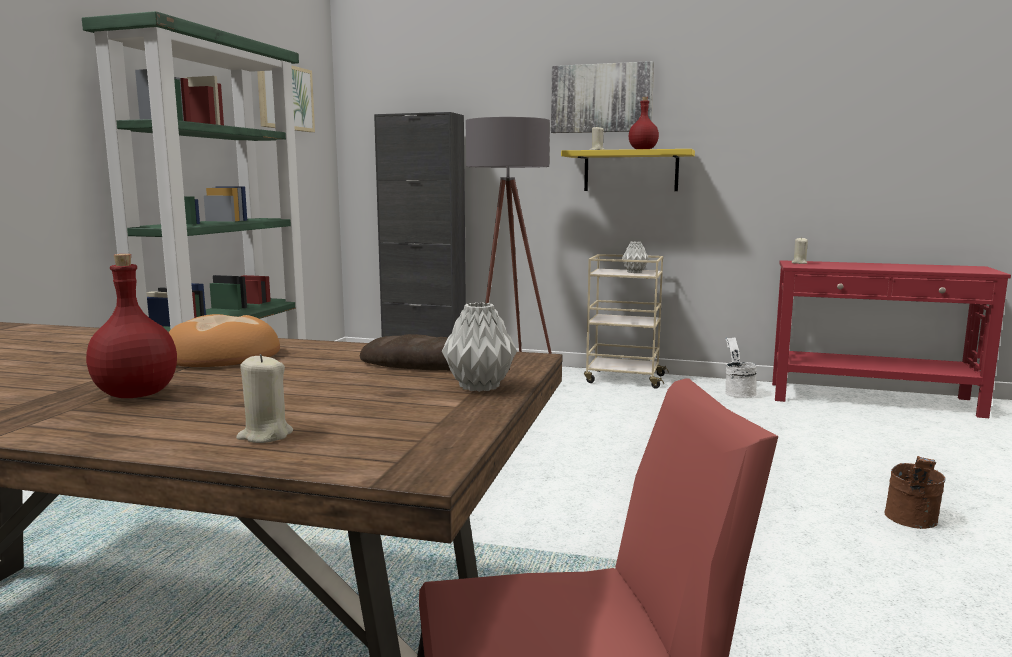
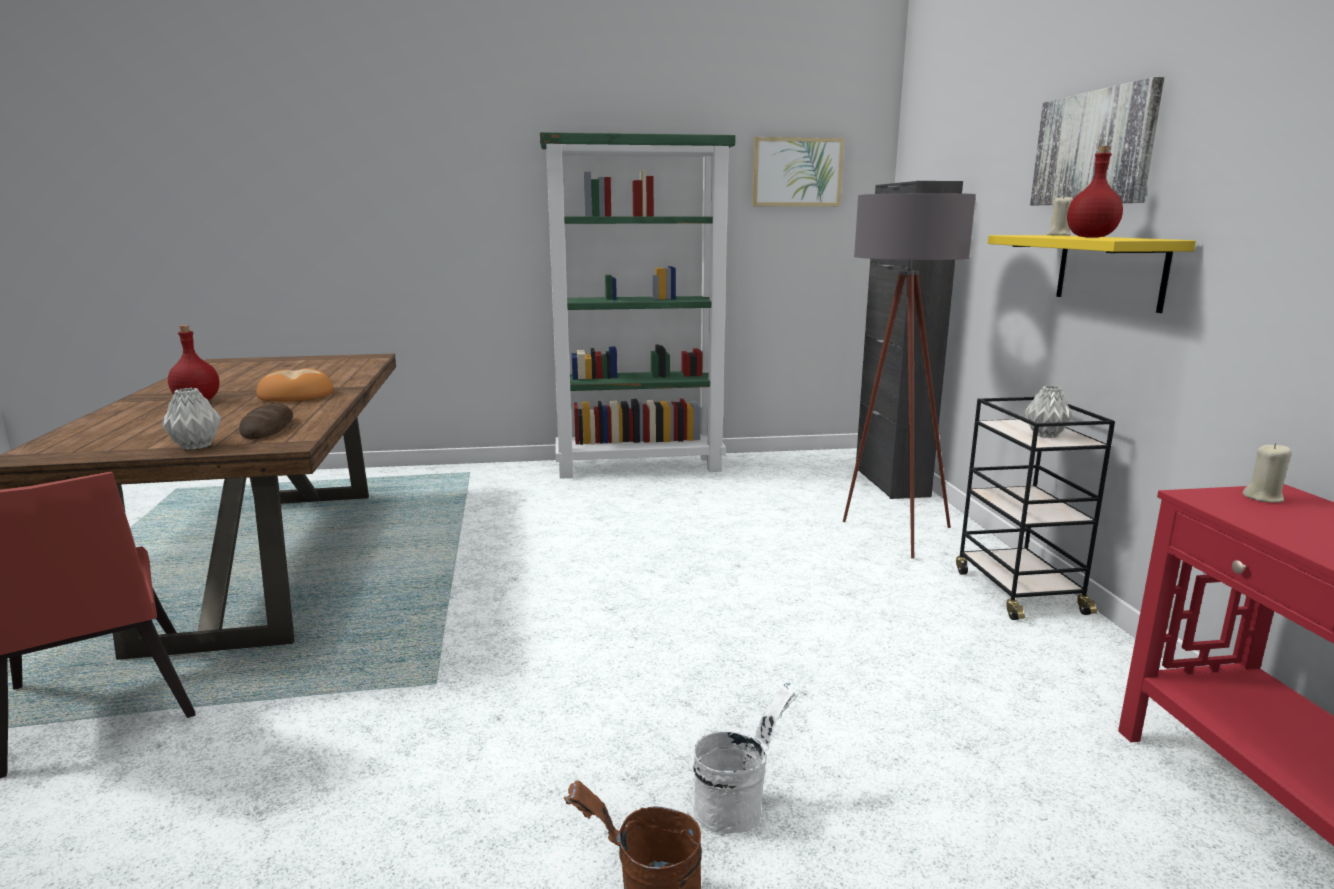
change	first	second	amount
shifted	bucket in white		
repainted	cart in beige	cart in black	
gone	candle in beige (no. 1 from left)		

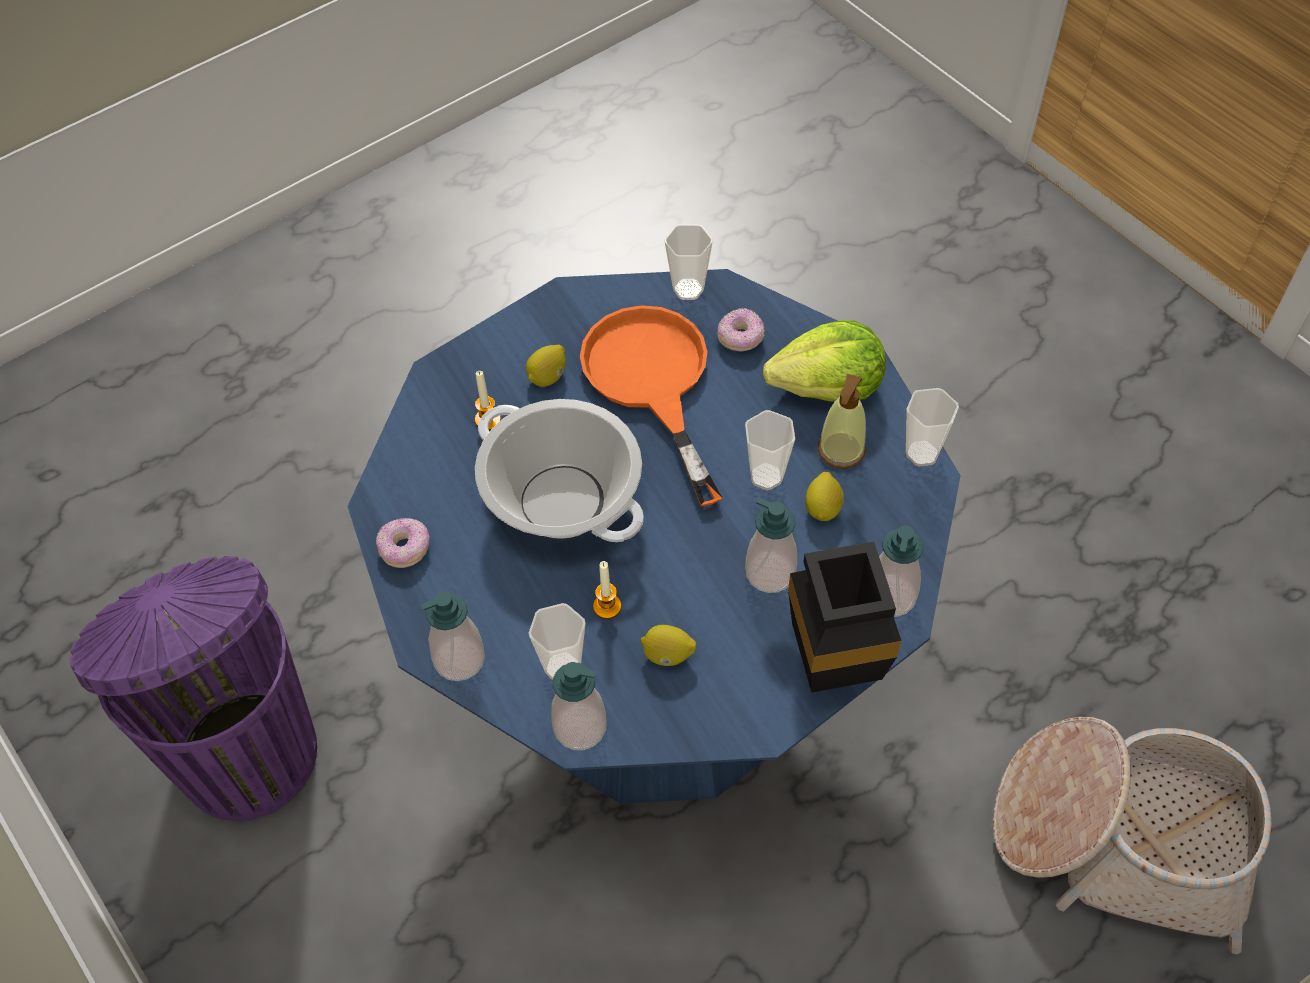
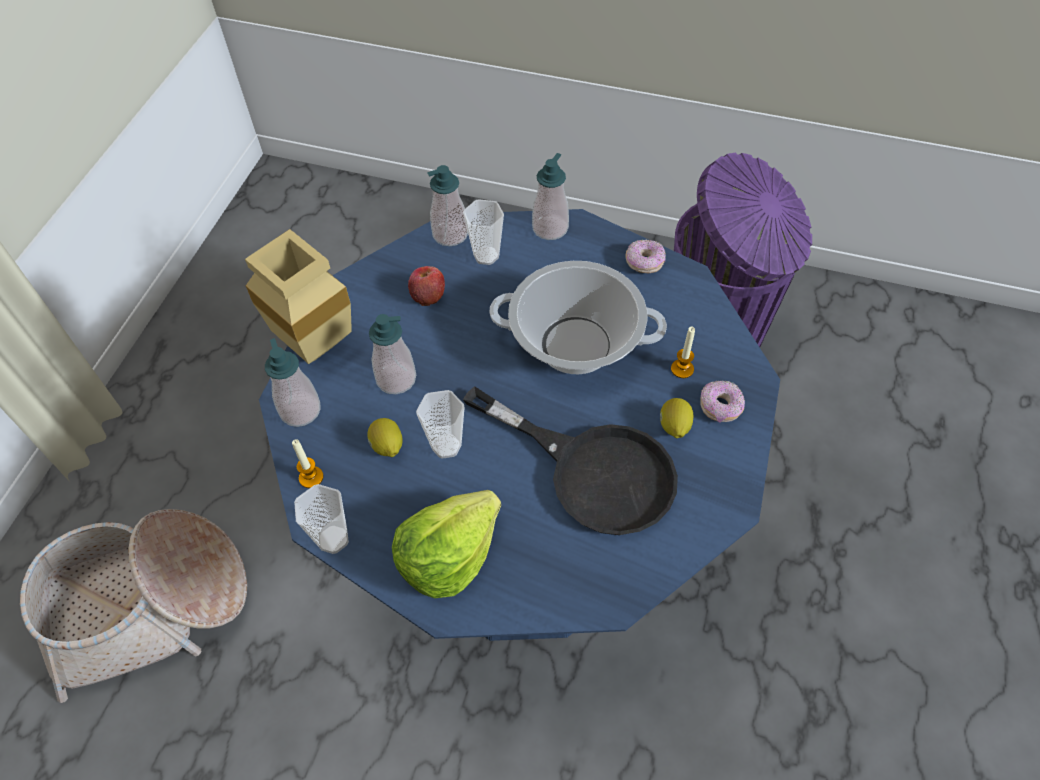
change	first	second	amount
repainted	vase in black	vase in beige	
shifted	candle (no. 2 from left in the first image)	candle (no. 1 from left)	
swapped	lemon (no. 2 from left)	apple	
repainted	frying pan in orange	frying pan in black	
shifted	donut (no. 2 from left)		
gone	cup (no. 2 from left)		
gone	soap dispenser (no. 4 from left)		

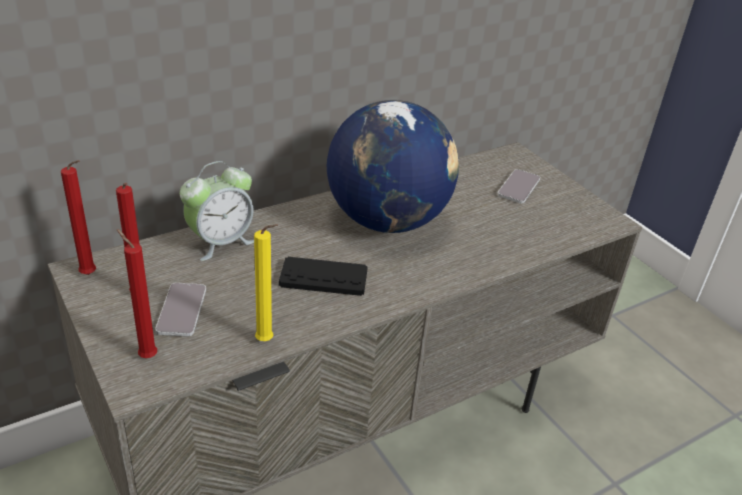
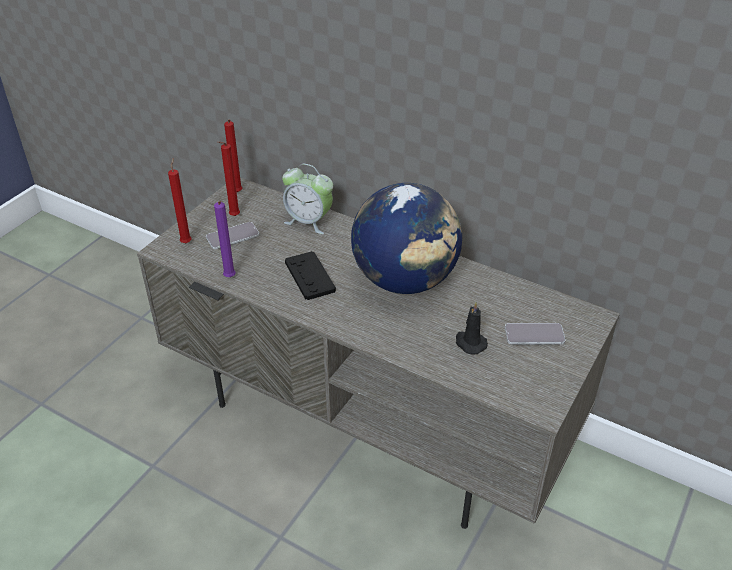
change	first	second	amount
repainted	candle in yellow	candle in purple	
new		candle in black	

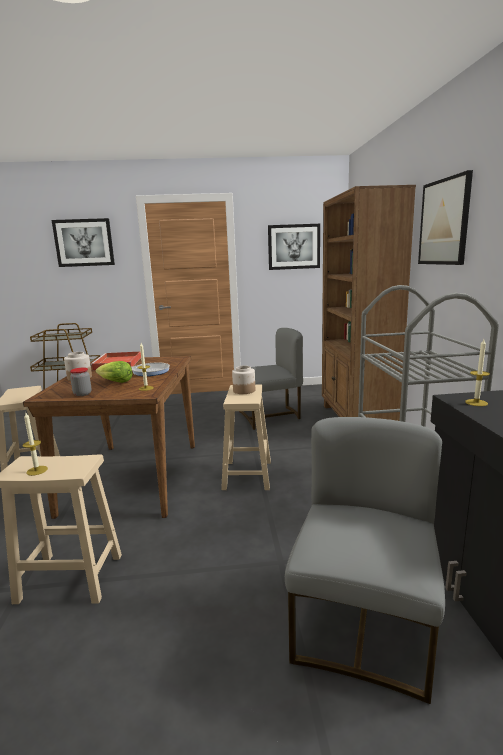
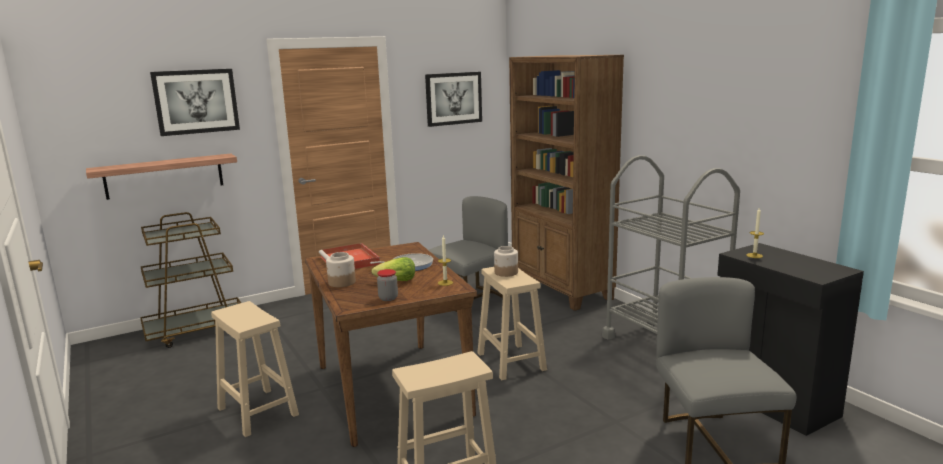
change	first	second	amount
new		shelf	
gone	candle (no. 1 from left)		
gone	picture (no. 3 from left)		

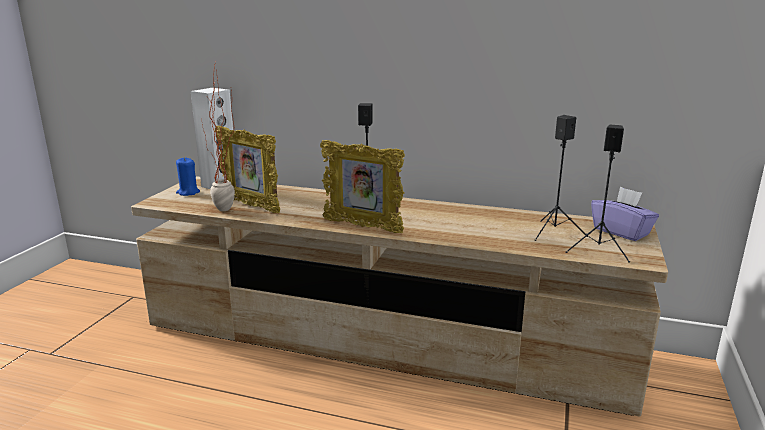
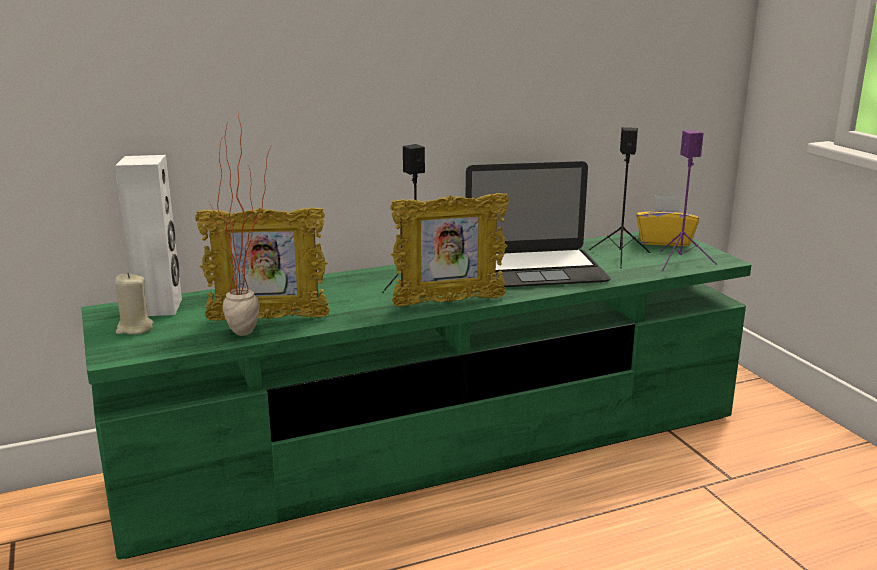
change	first	second	amount
repainted	tv stand in beige	tv stand in green	
repainted	candle in blue	candle in beige	
new		laptop	
repainted	tissue box in purple	tissue box in yellow	
repainted	speaker in black (no. 3 from left)	speaker in purple	

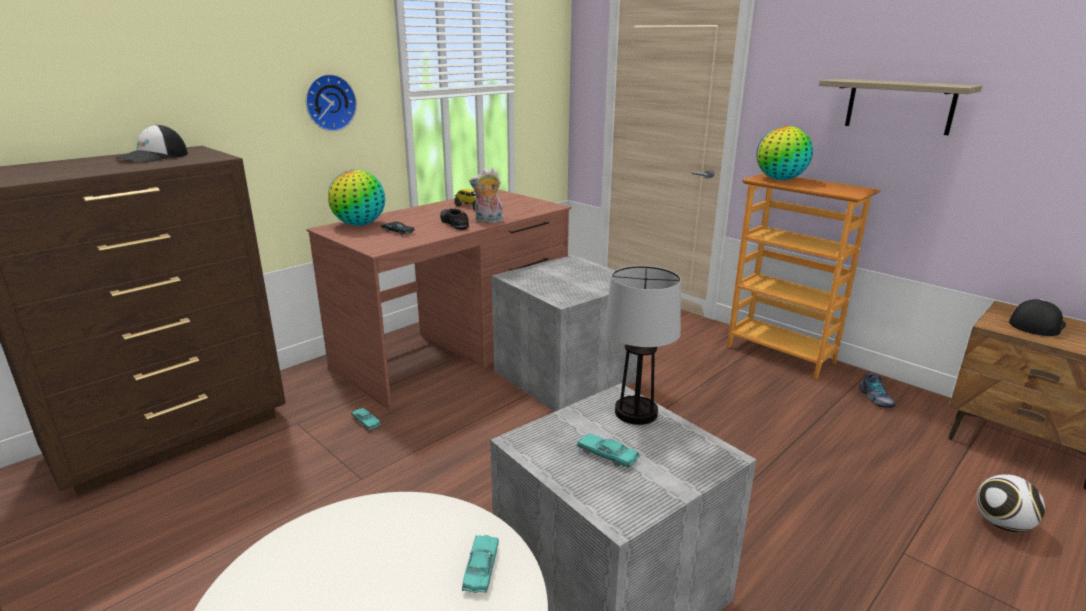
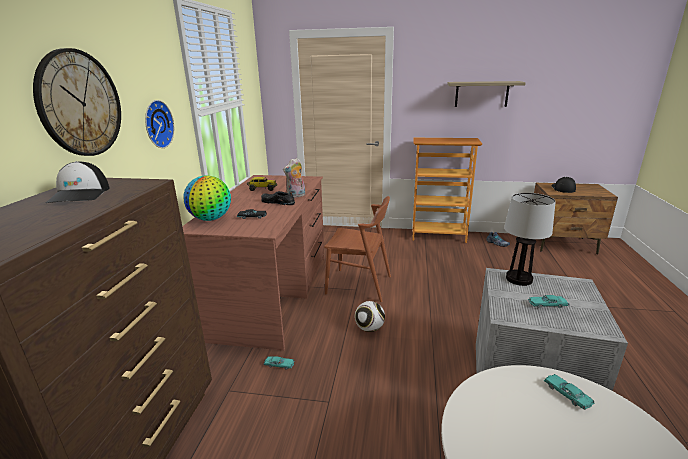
change	first	second	amount
new		wall clock (no. 1 from left)	
swapped	storage box in grey (no. 1 from left)	chair in brown	
shifted	football		
gone	globe (no. 2 from left)		

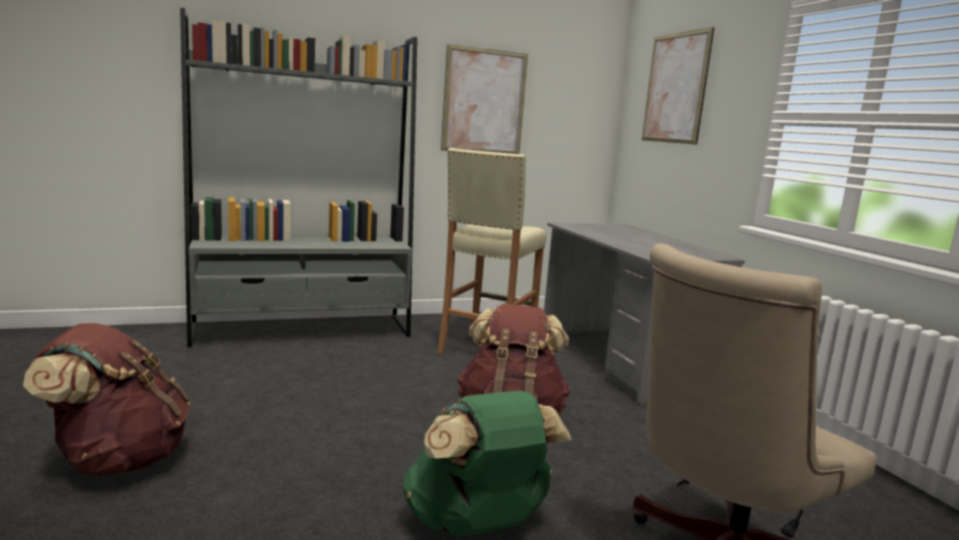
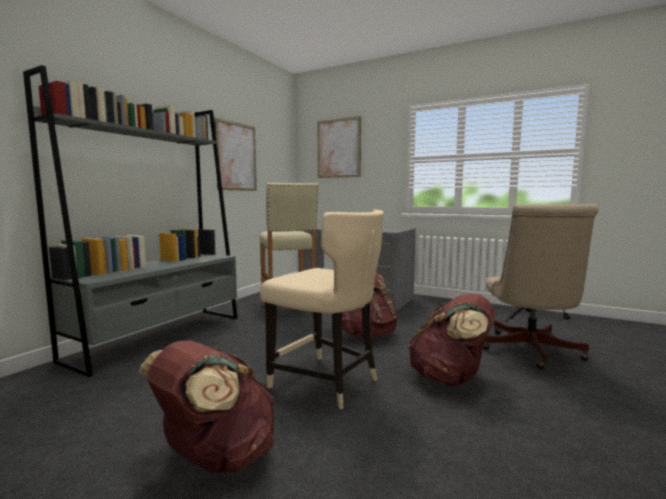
change	first	second	amount
new		chair in beige	
repainted	backpack in green	backpack in brown (no. 3 from left)	

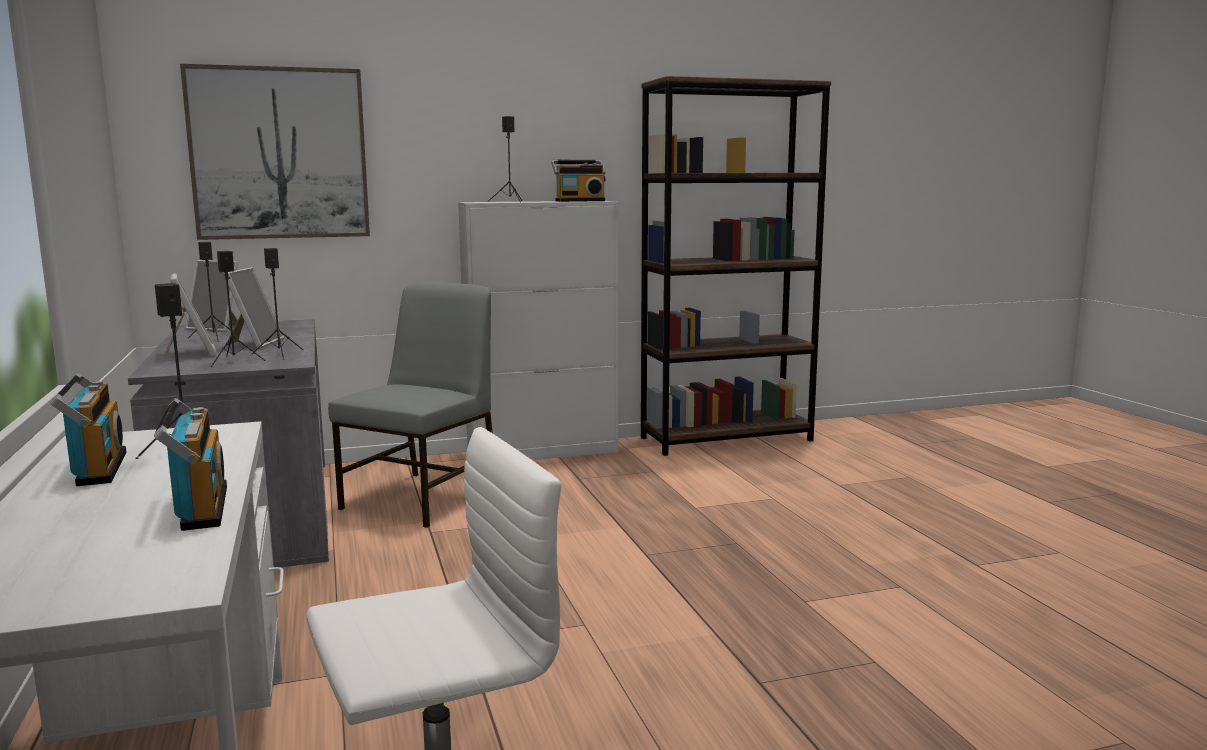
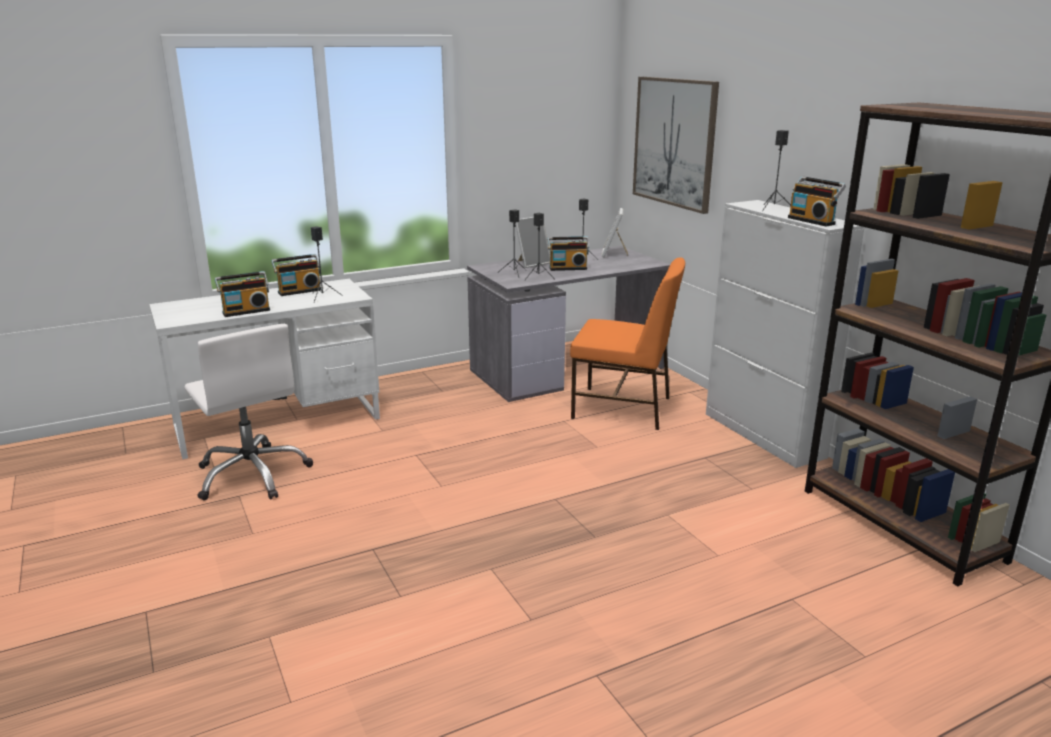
change	first	second	amount
swapped	picture frame (no. 3 from left)	radio (no. 3 from left)	
repainted	chair in grey	chair in orange	

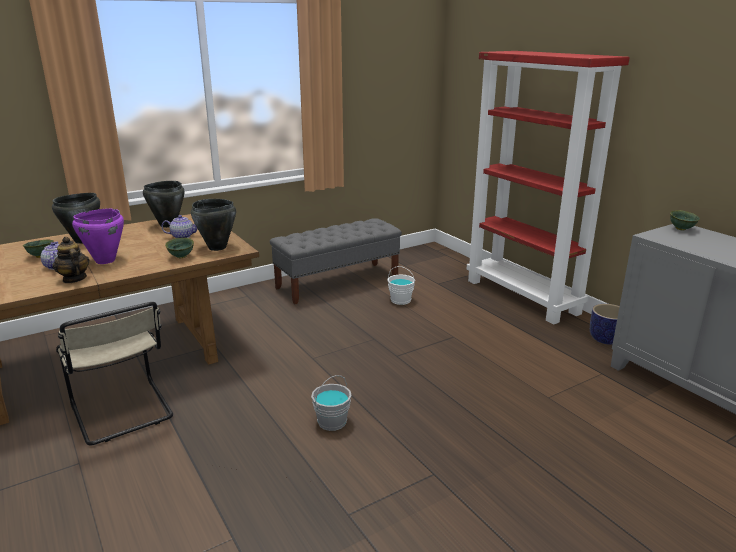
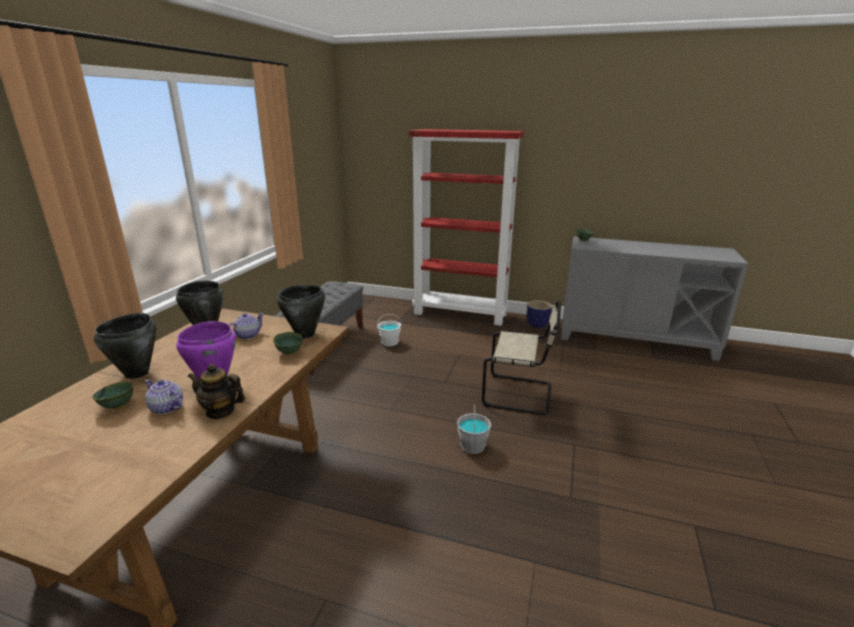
change	first	second	amount
shifted	chair in beige		

